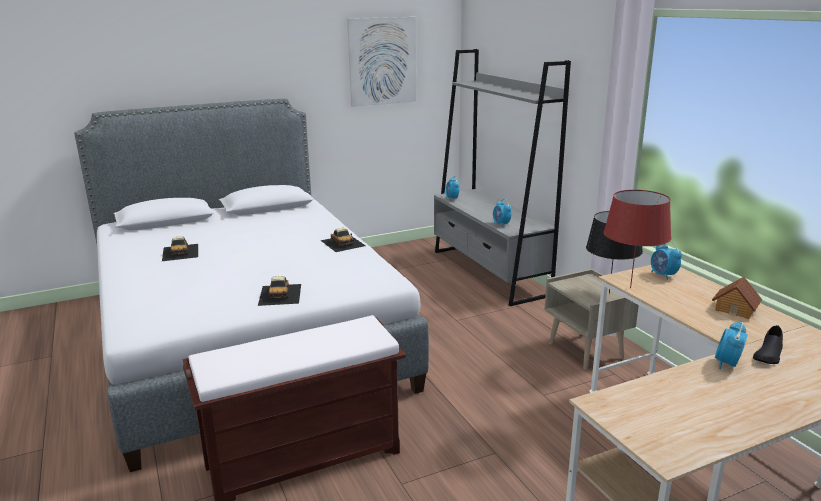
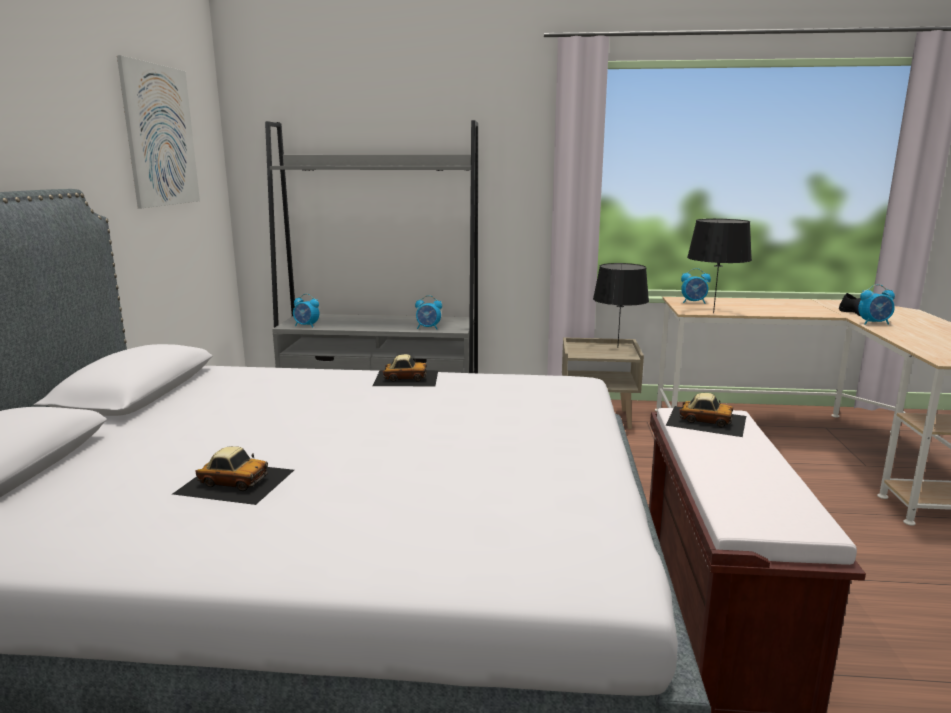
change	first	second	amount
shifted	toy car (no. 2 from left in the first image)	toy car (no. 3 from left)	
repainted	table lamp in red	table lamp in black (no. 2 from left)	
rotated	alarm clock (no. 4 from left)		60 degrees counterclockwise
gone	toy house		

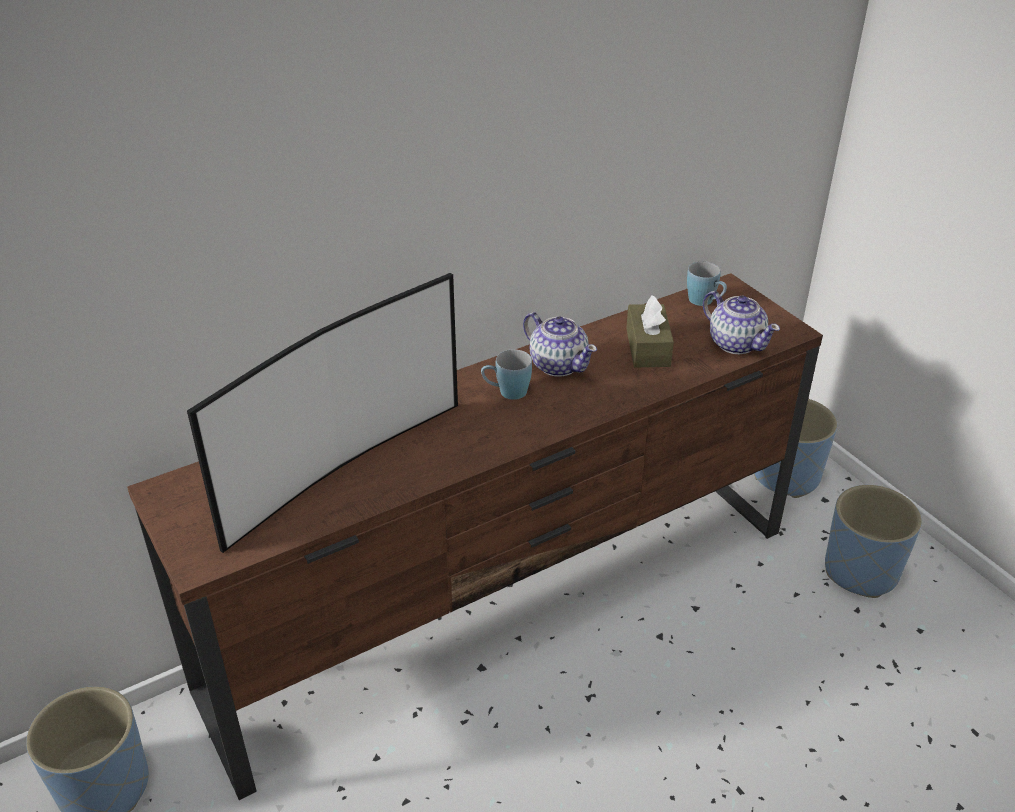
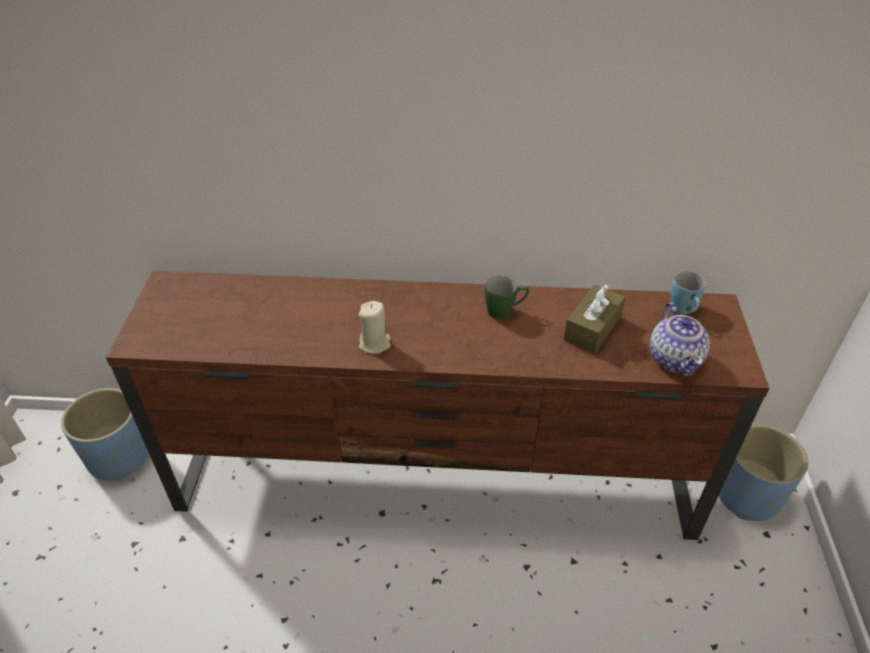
change	first	second	amount
new		candle in beige	
swapped	teapot (no. 1 from left)	mug in green	
gone	television		
gone	mug in blue (no. 1 from left)		
gone	planter in blue (no. 3 from left)		

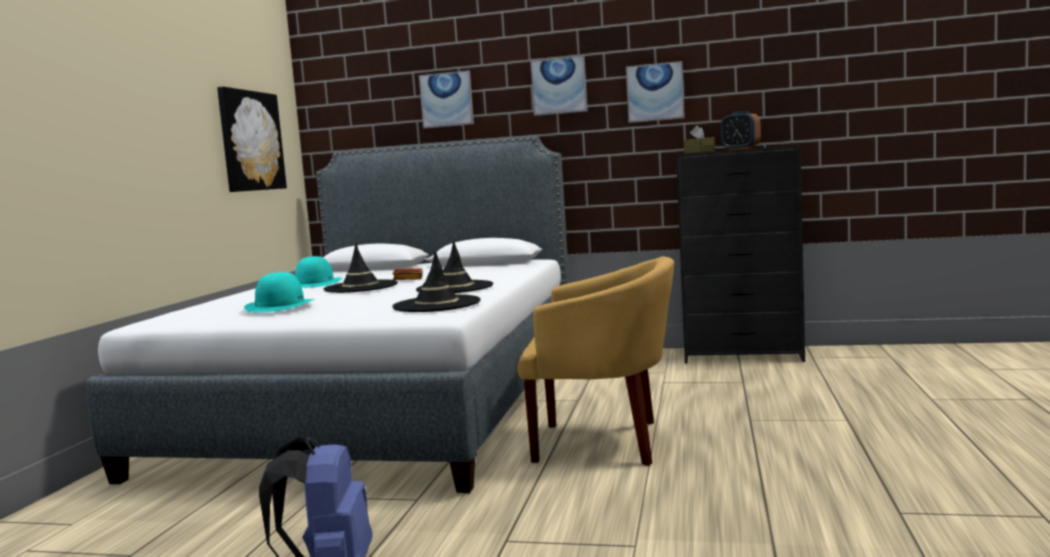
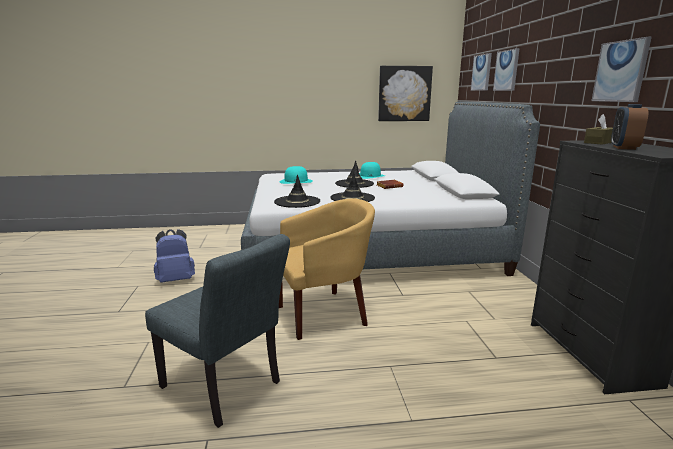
change	first	second	amount
new		chair in grey	
rotated	armchair in yellow		105 degrees counterclockwise
shifted	picture (no. 3 from left in the first image)	picture (no. 2 from left)	

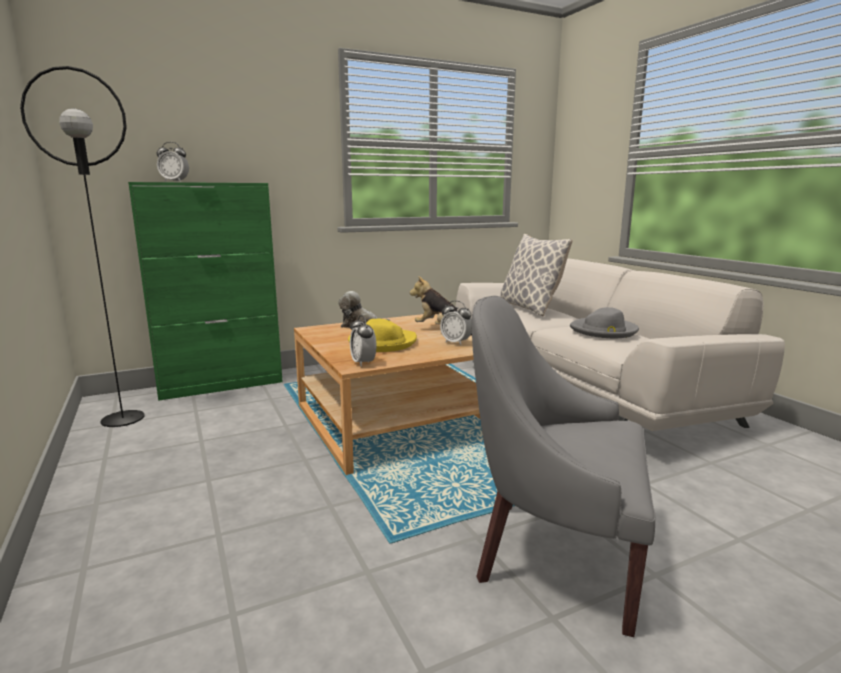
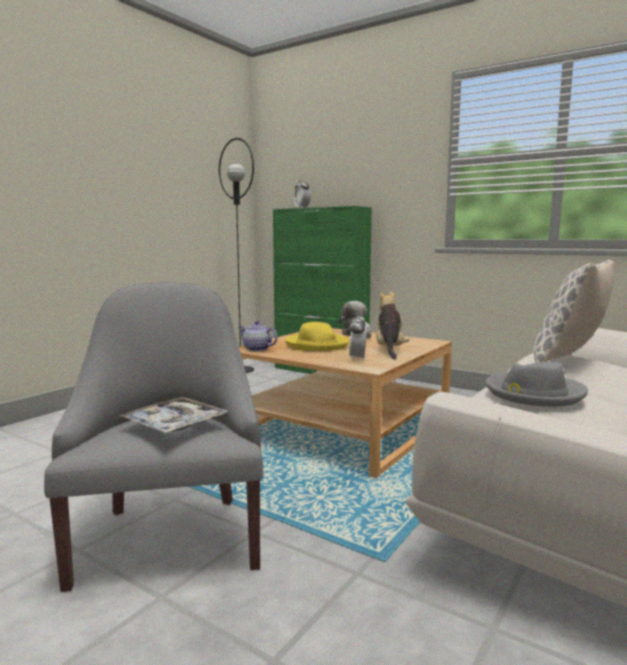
change	first	second	amount
new		tray	
swapped	alarm clock (no. 2 from left)	teapot	

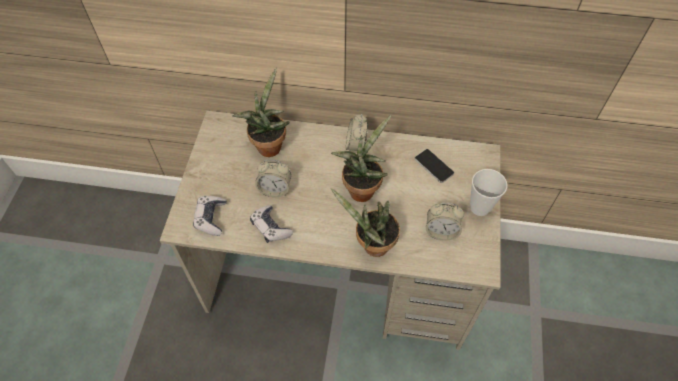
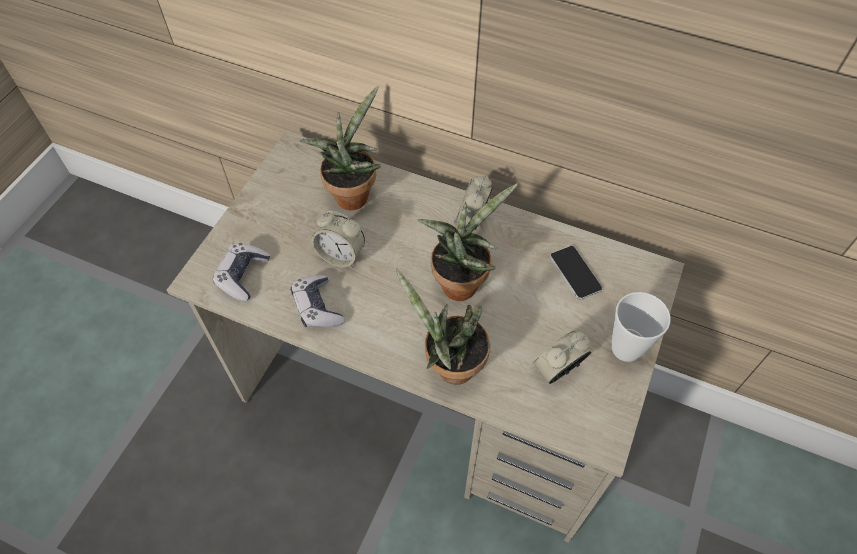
change	first	second	amount
rotated	alarm clock (no. 3 from left)		120 degrees clockwise

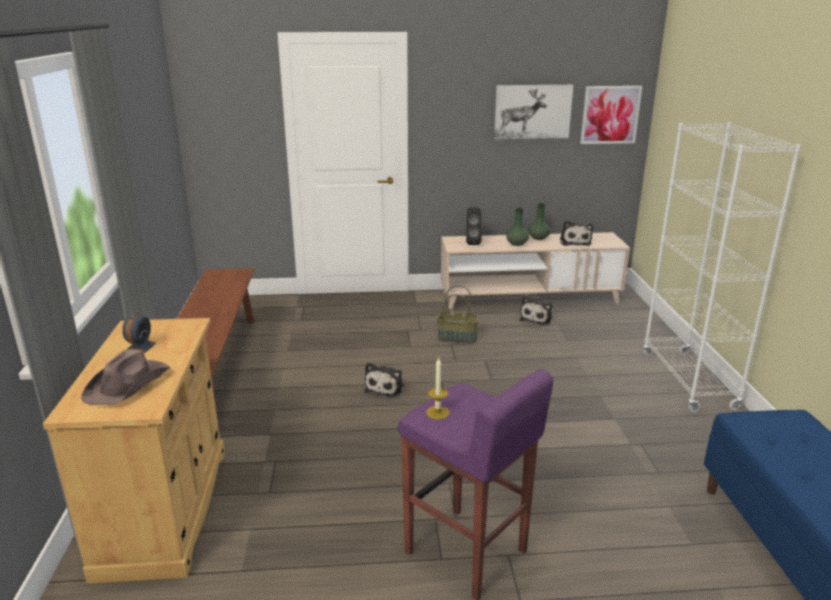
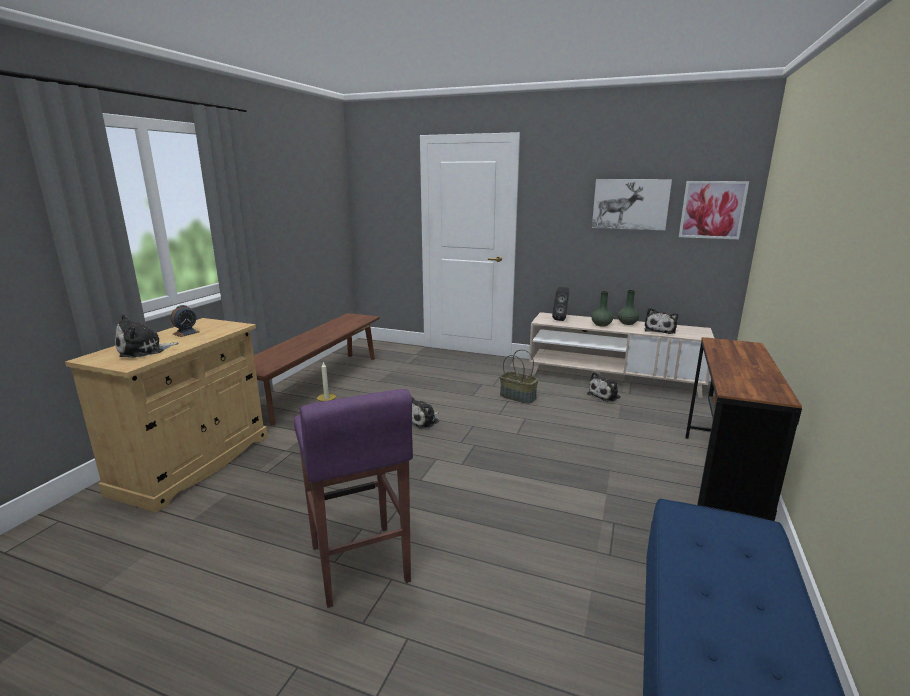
change	first	second	amount
swapped	hat in brown	plush toy (no. 1 from left)	
swapped	bookcase in white	desk in brown	

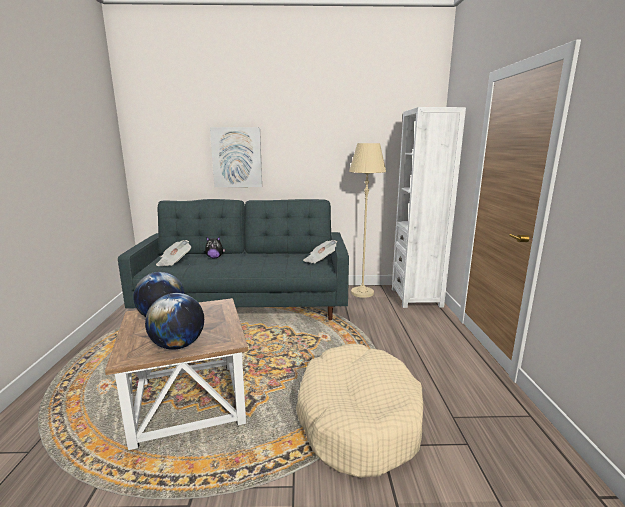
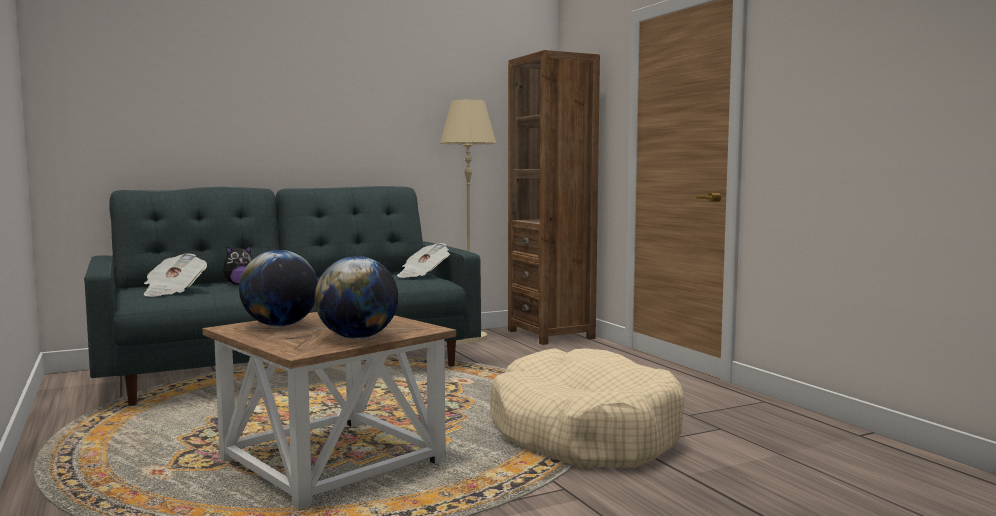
change	first	second	amount
repainted	bookcase in white	bookcase in brown	
gone	picture		

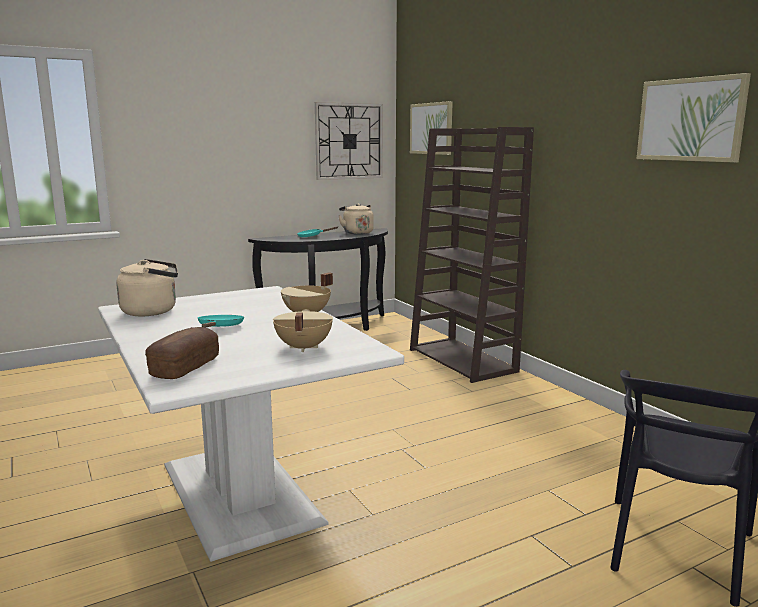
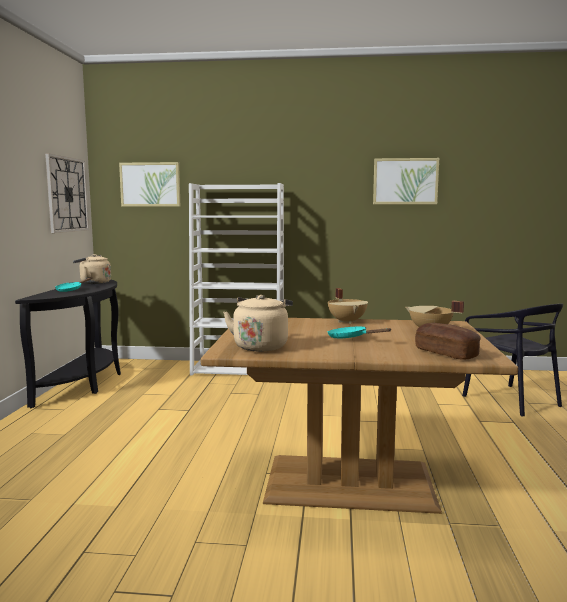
change	first	second	amount
repainted	bookcase in brown	bookcase in white	
repainted	dining table in white	dining table in brown	

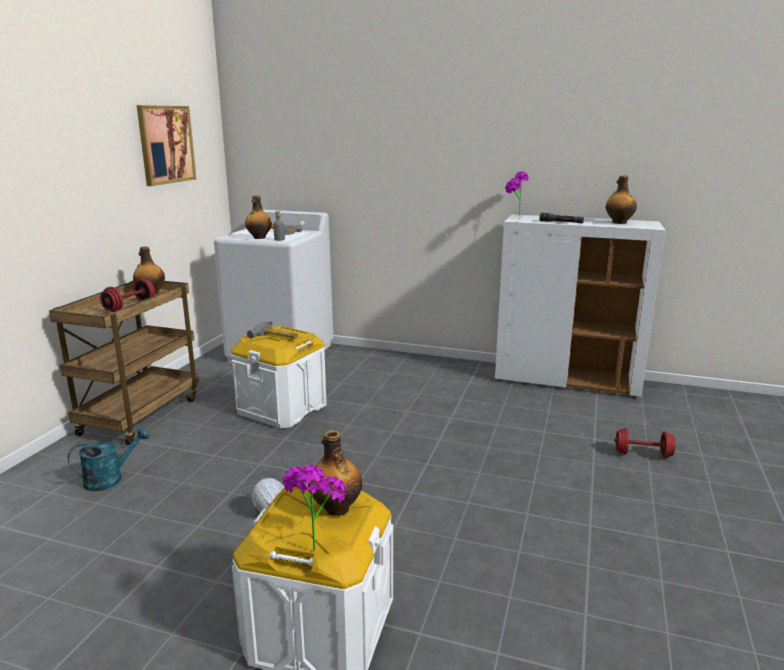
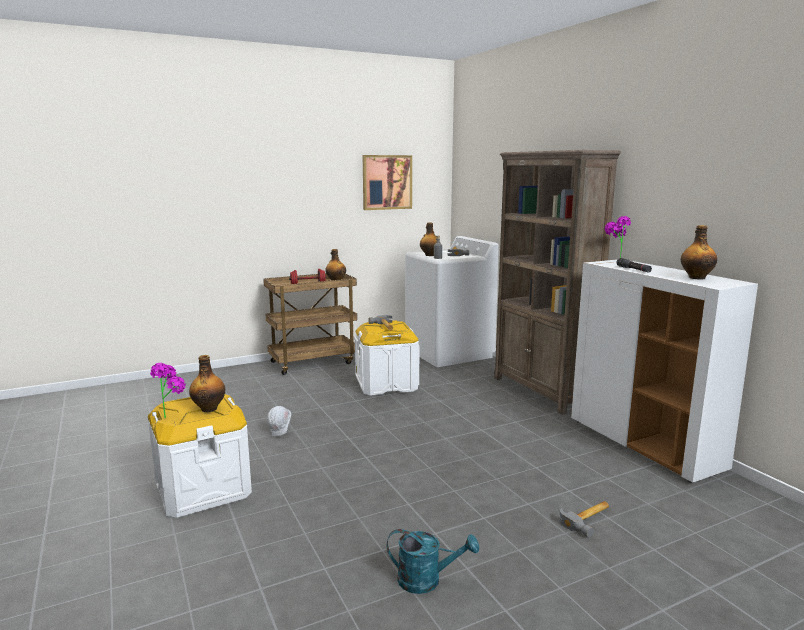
change	first	second	amount
shifted	watering can in turquoise		
new		bookcase in brown	
swapped	dumbbell in red (no. 2 from left)	hammer (no. 3 from left)	

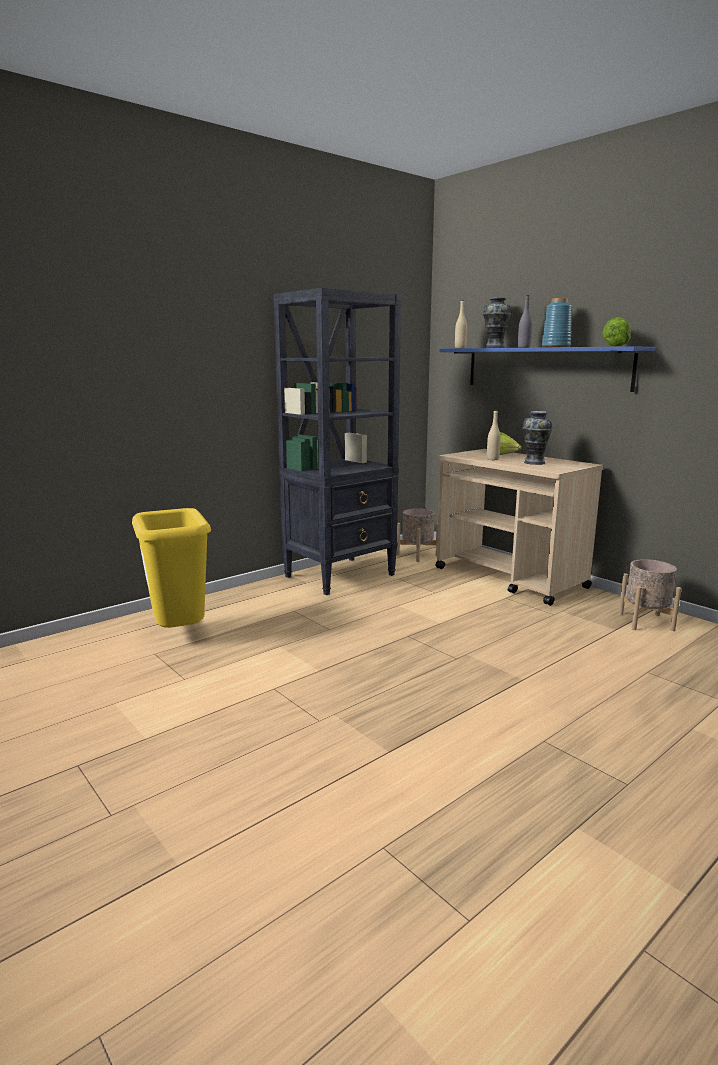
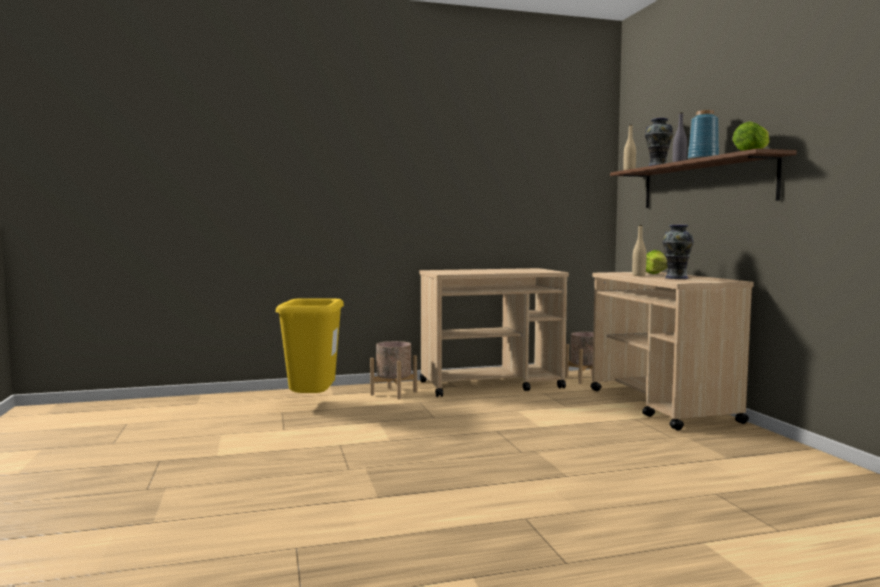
change	first	second	amount
shifted	planter in beige (no. 2 from left in the first image)	planter in beige (no. 1 from left)	
swapped	bookcase in black	cart in beige (no. 1 from left)	
repainted	shelf in blue	shelf in brown	

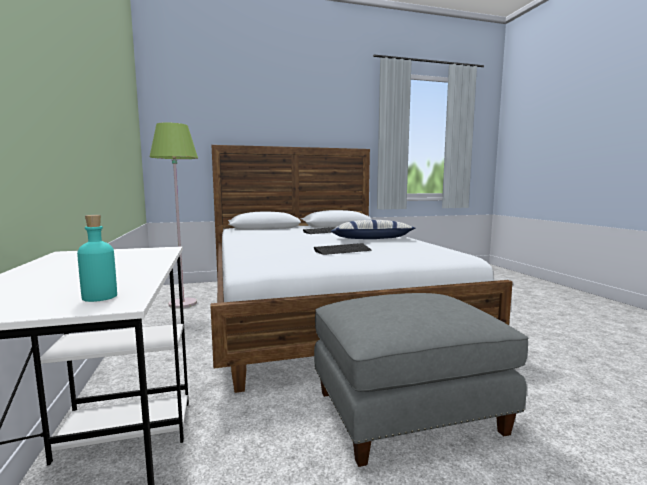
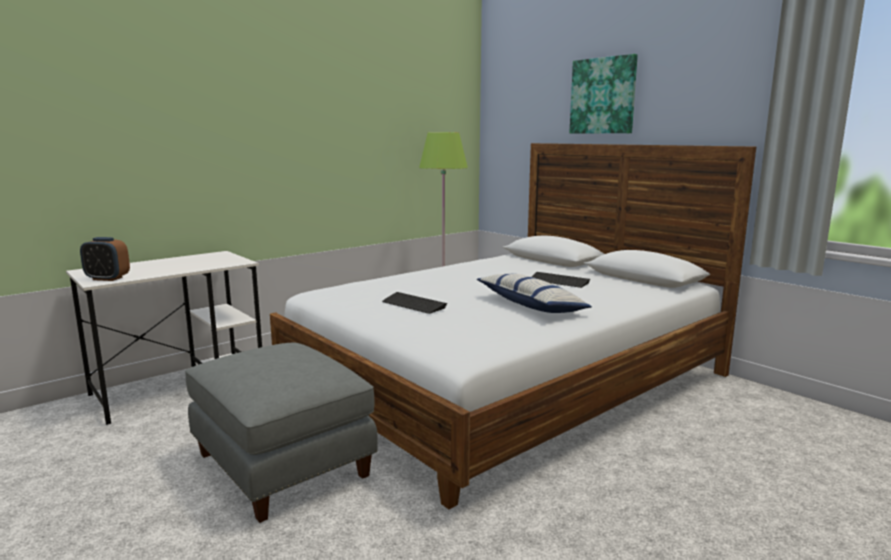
change	first	second	amount
swapped	bottle in turquoise	alarm clock	
new		picture	

